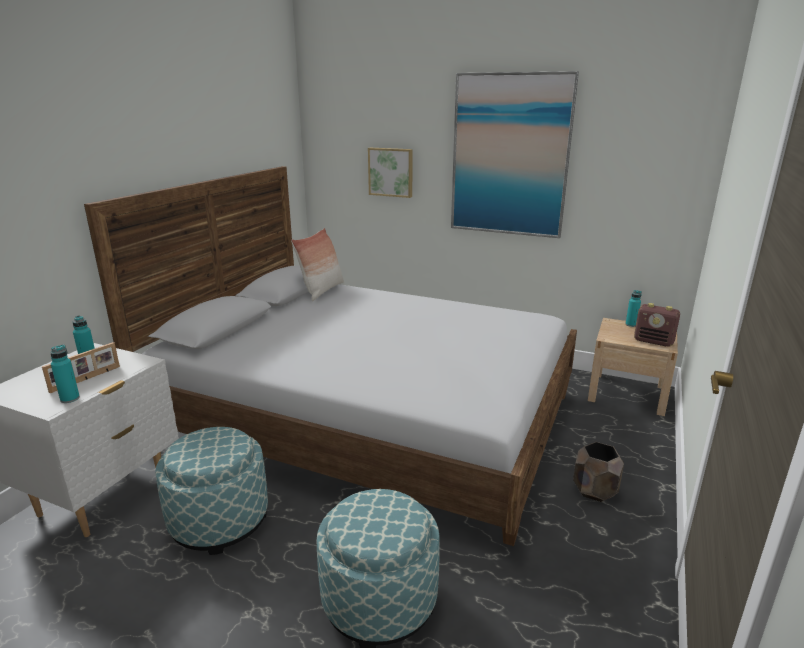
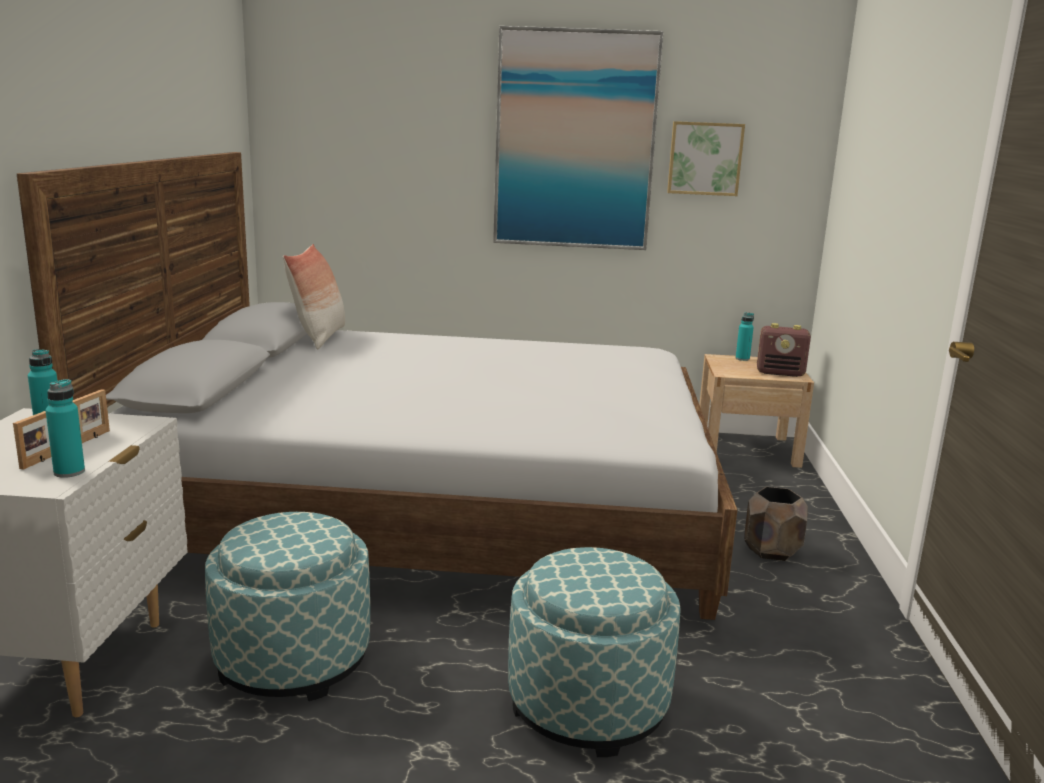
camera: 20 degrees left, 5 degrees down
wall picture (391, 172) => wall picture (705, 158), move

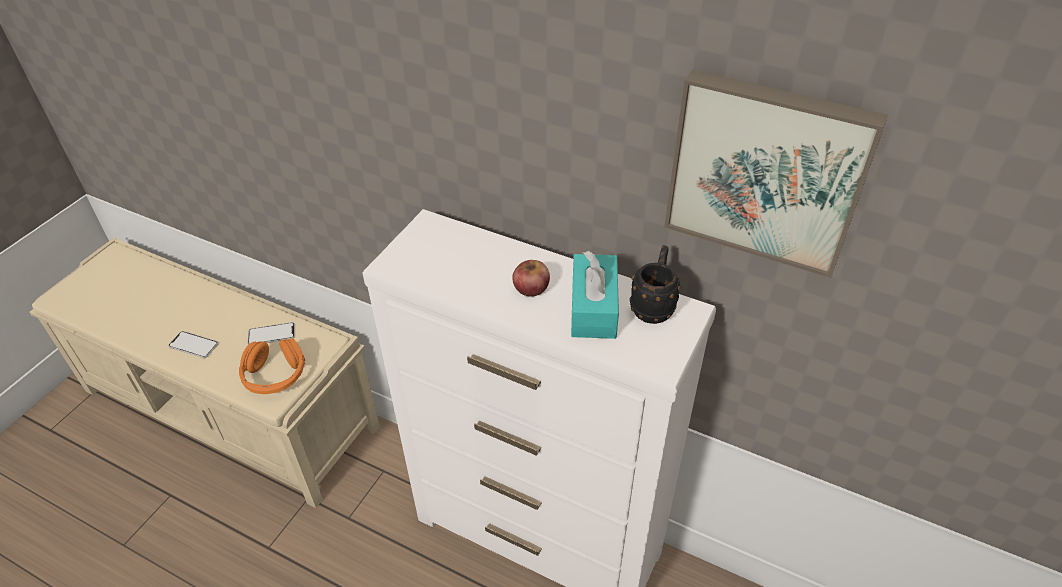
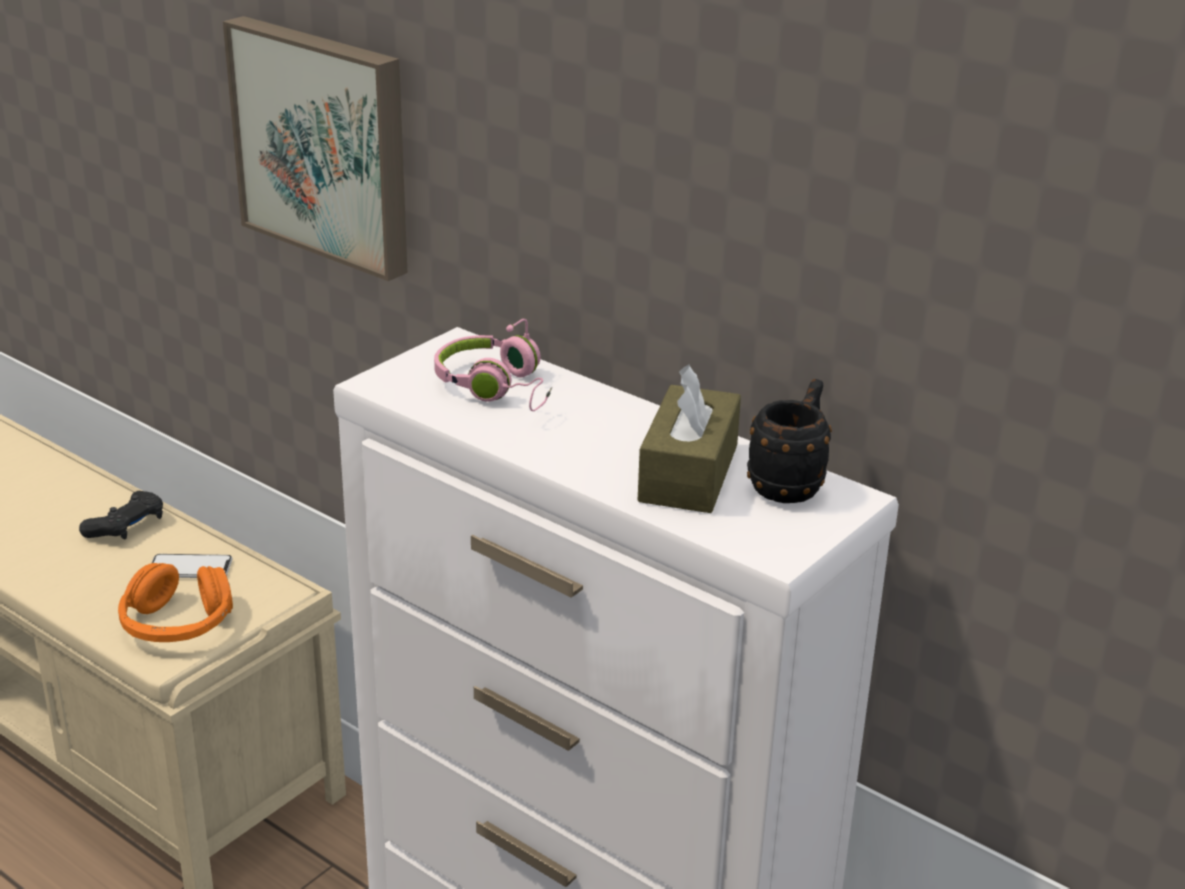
camera: 10 degrees right, 15 degrees down
phone (193, 345) => nothing
apple (531, 287) => nothing
box of tissues/turquoise (593, 308) => box of tissues/brown-coloured (688, 473)
wall picture (767, 171) => wall picture (325, 144), move
nothing => joypad/black-coloured (126, 526)
nothing => pair of headphones/pink-coloured (498, 388)

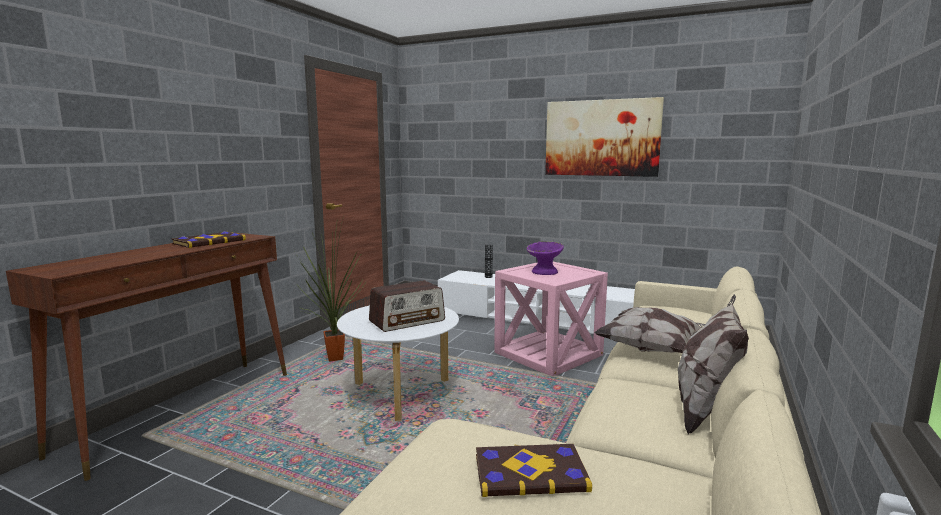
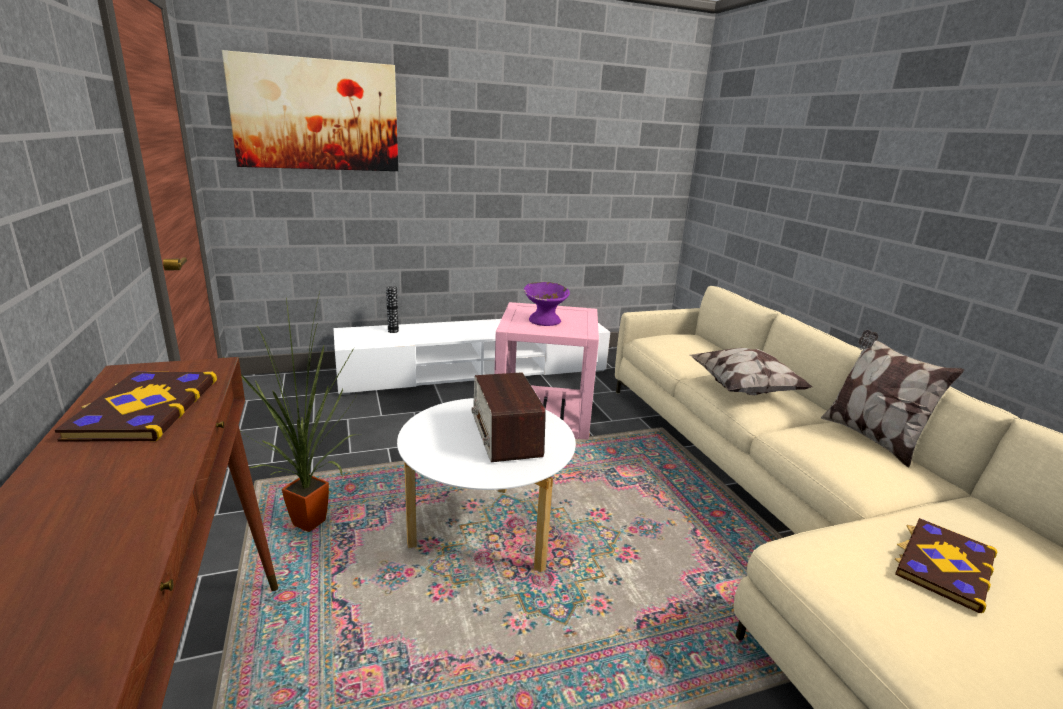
camera: 45 degrees left, 10 degrees up
radio receiver (407, 321) => radio receiver (506, 436), 150 degrees clockwise
wall picture (601, 138) => wall picture (316, 115), move

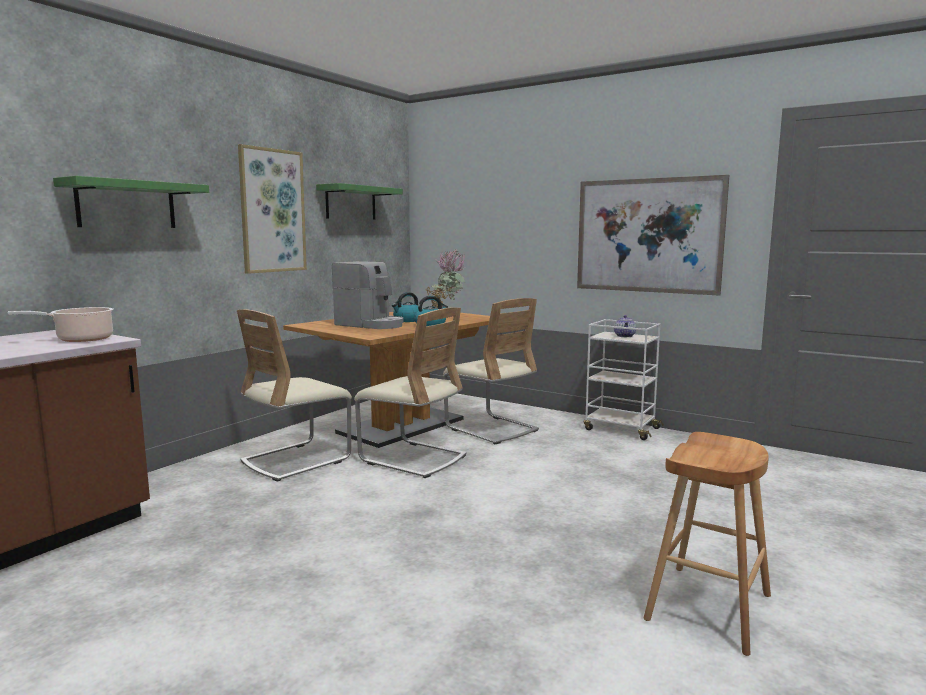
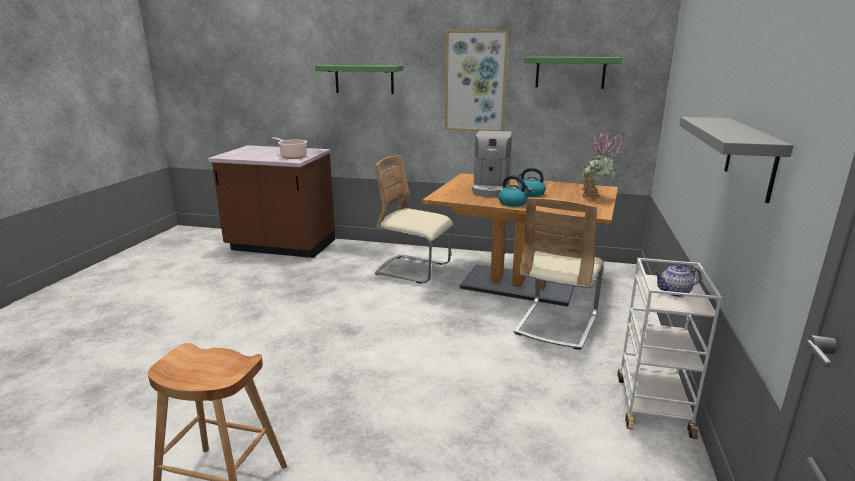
camera: 70 degrees right, 10 degrees up
chair/sand-coloured (412, 458) => nothing
wall picture (647, 235) => wall shelf/grey (750, 157)

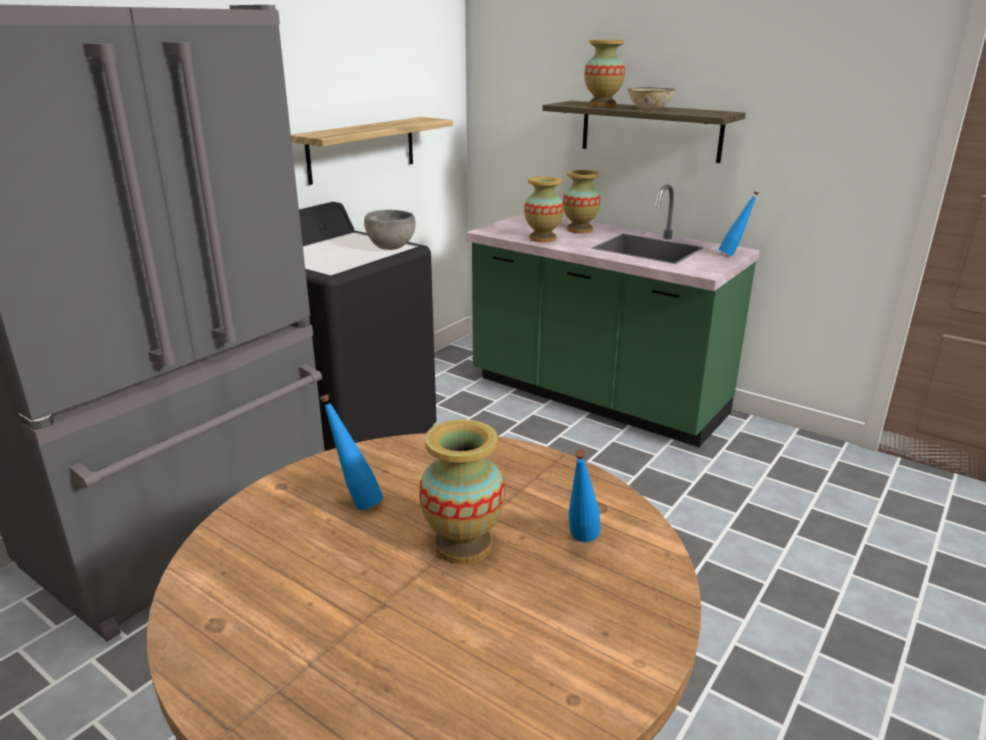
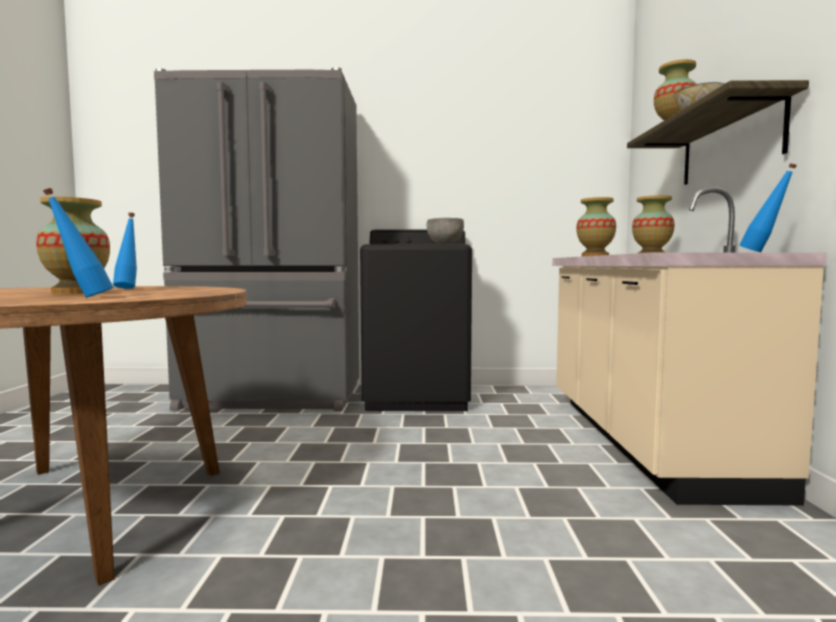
camera: 55 degrees right, 20 degrees down
wall shelf (362, 149) => nothing
counter/green-coloured (596, 398) => counter/sand-coloured (643, 440)

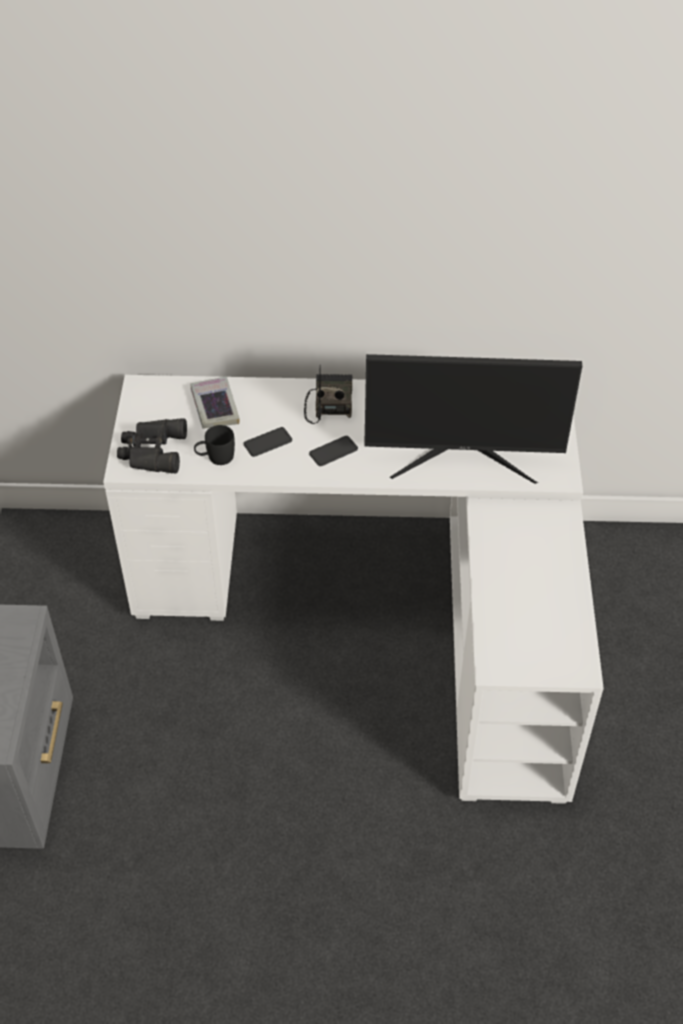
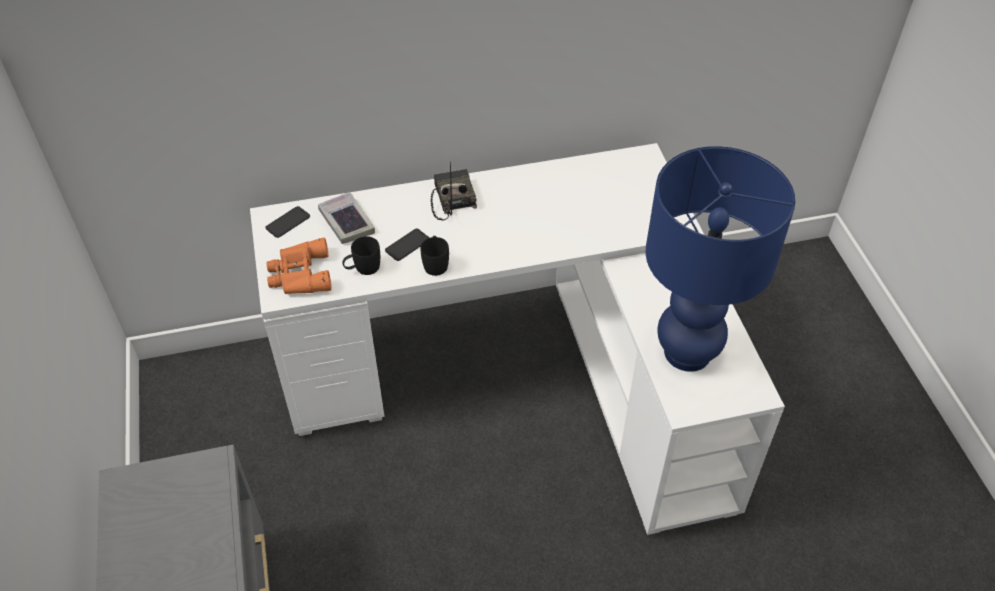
camera: 15 degrees left, 0 degrees up
binoculars/black-coloured (151, 451) => binoculars/orange (299, 275)
phone (333, 451) => phone (288, 222), move
computer screen (463, 457) => nothing
nothing => coffee mug/black-coloured (435, 263)
nothing => lamp for a table/blue-coloured (686, 353)

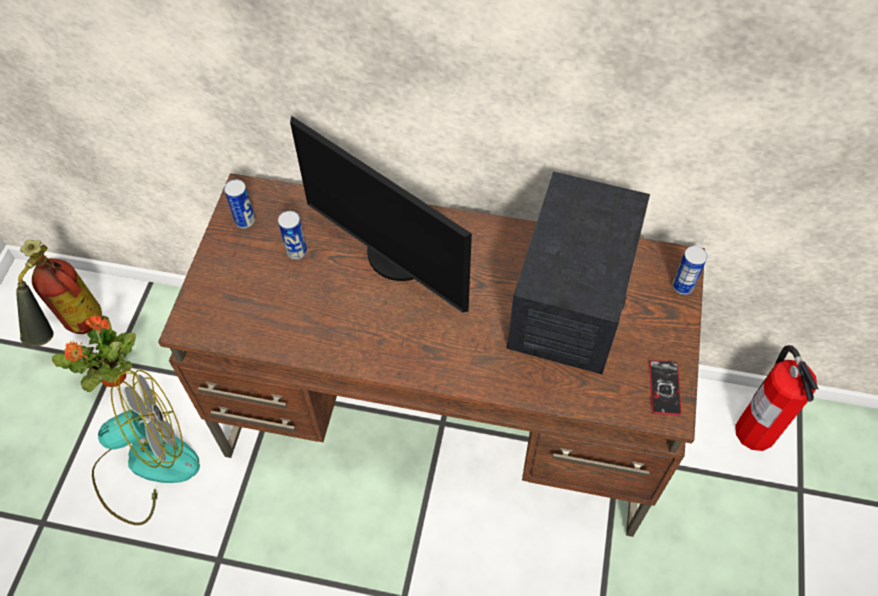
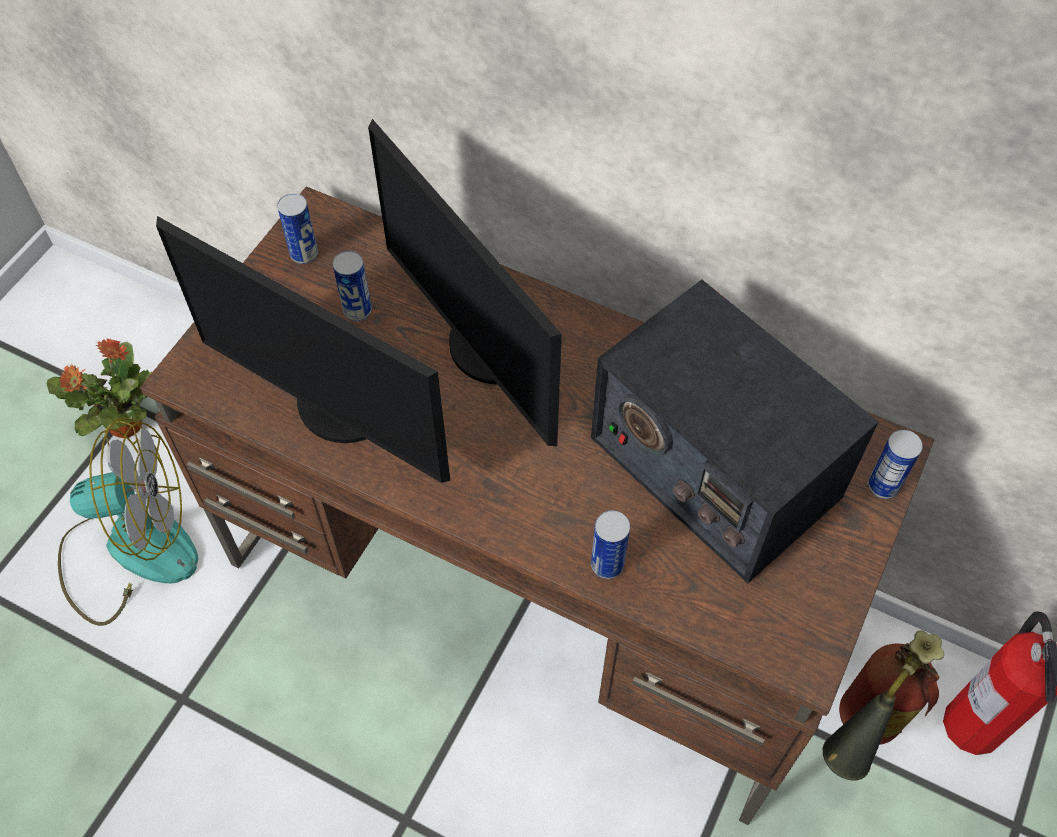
camera: 15 degrees right, 0 degrees up
fire extinguisher (75, 333) => fire extinguisher (854, 739), move
radio receiver (571, 300) => radio receiver (713, 466), 105 degrees clockwise
phone (664, 388) => nothing
nothing => computer screen (342, 408)
nothing => metal can (607, 565)

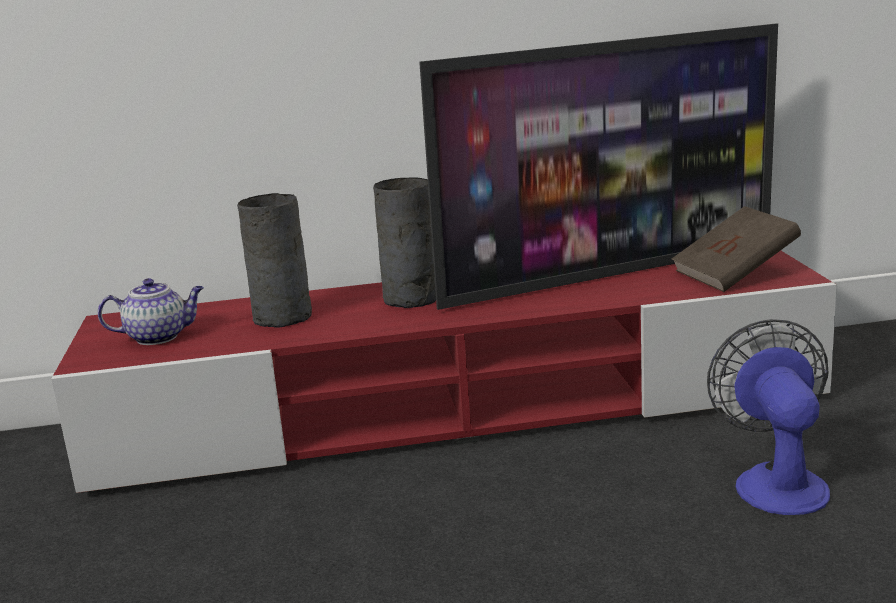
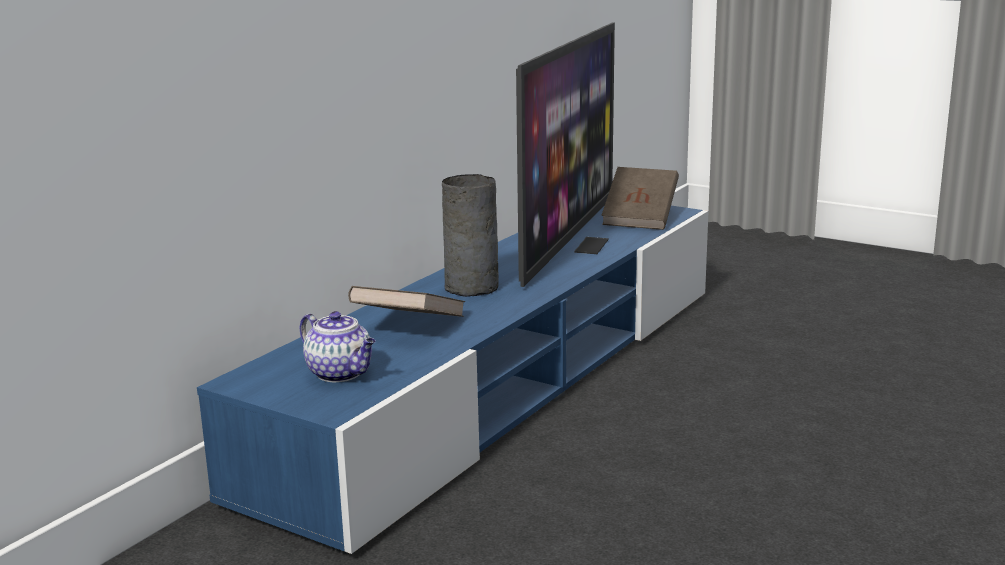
camera: 50 degrees left, 0 degrees up
tv stand/red-coloured (458, 411) => tv stand/blue-coloured (505, 384)
pot for tea (159, 337) => pot for tea (341, 373), 105 degrees clockwise
vase/grey (284, 317) => bound book/brown-coloured (409, 328)
cooling fan (775, 481) => nothing
nothing => phone (591, 246)

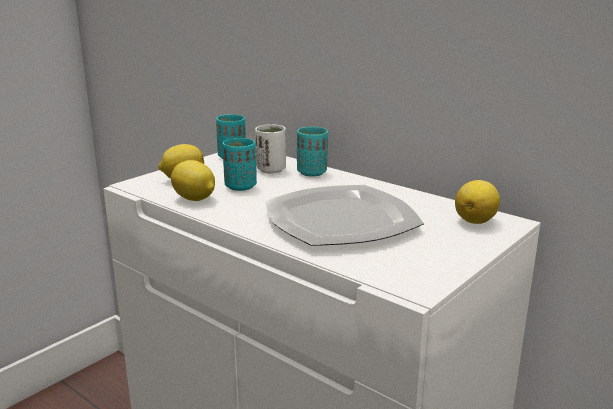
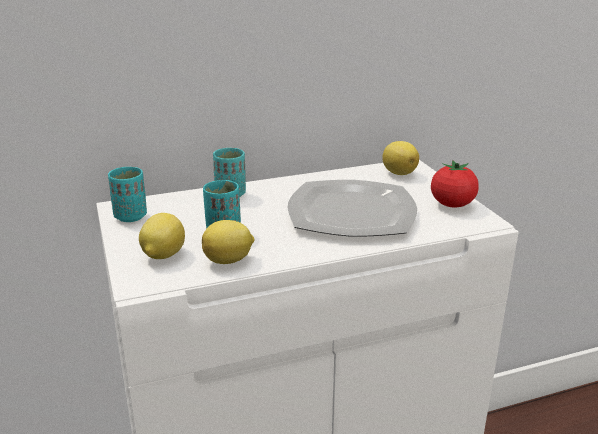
camera: 60 degrees left, 5 degrees up
cup/white (271, 170) => nothing
nothing => whole tomato (452, 205)

